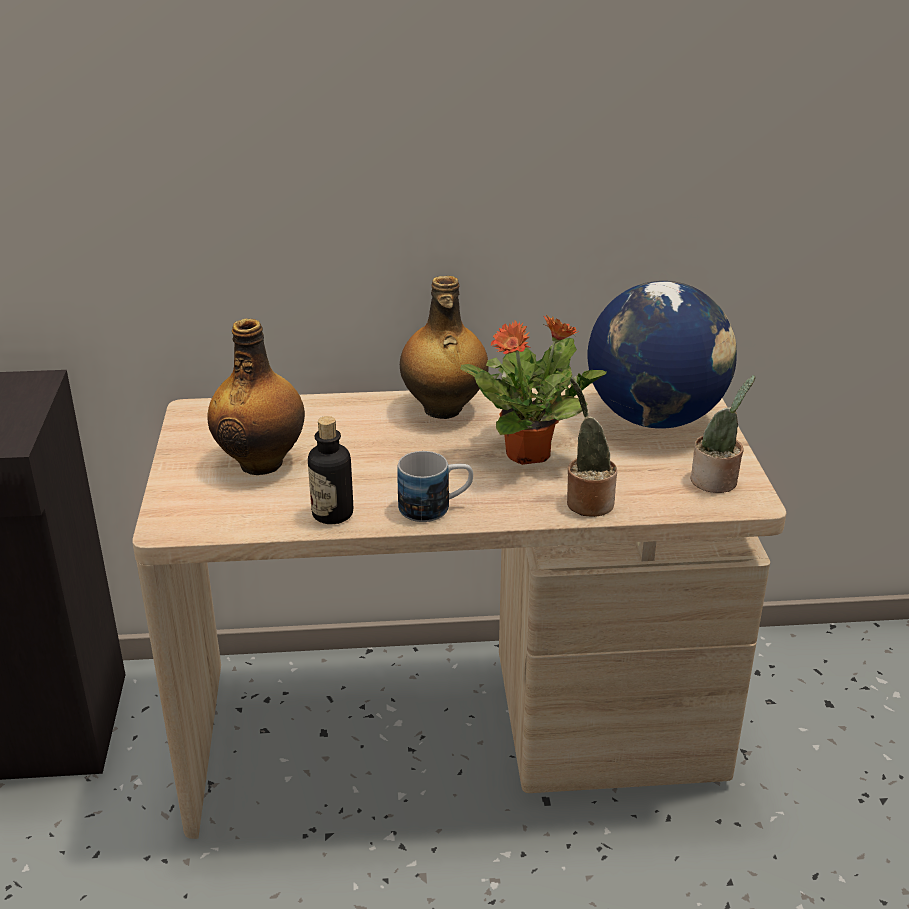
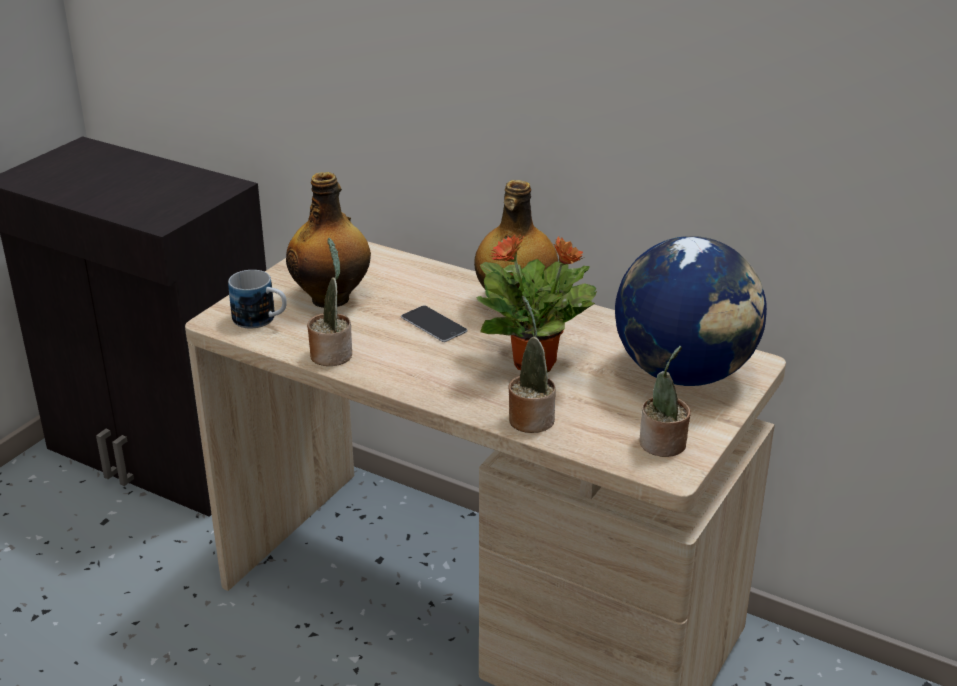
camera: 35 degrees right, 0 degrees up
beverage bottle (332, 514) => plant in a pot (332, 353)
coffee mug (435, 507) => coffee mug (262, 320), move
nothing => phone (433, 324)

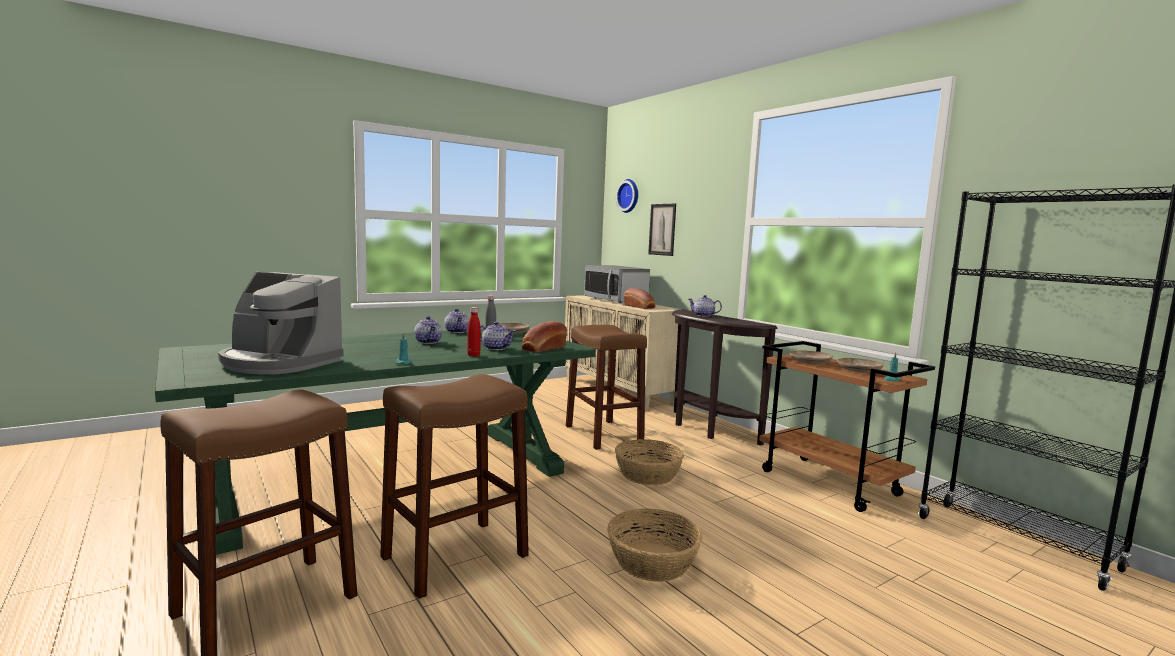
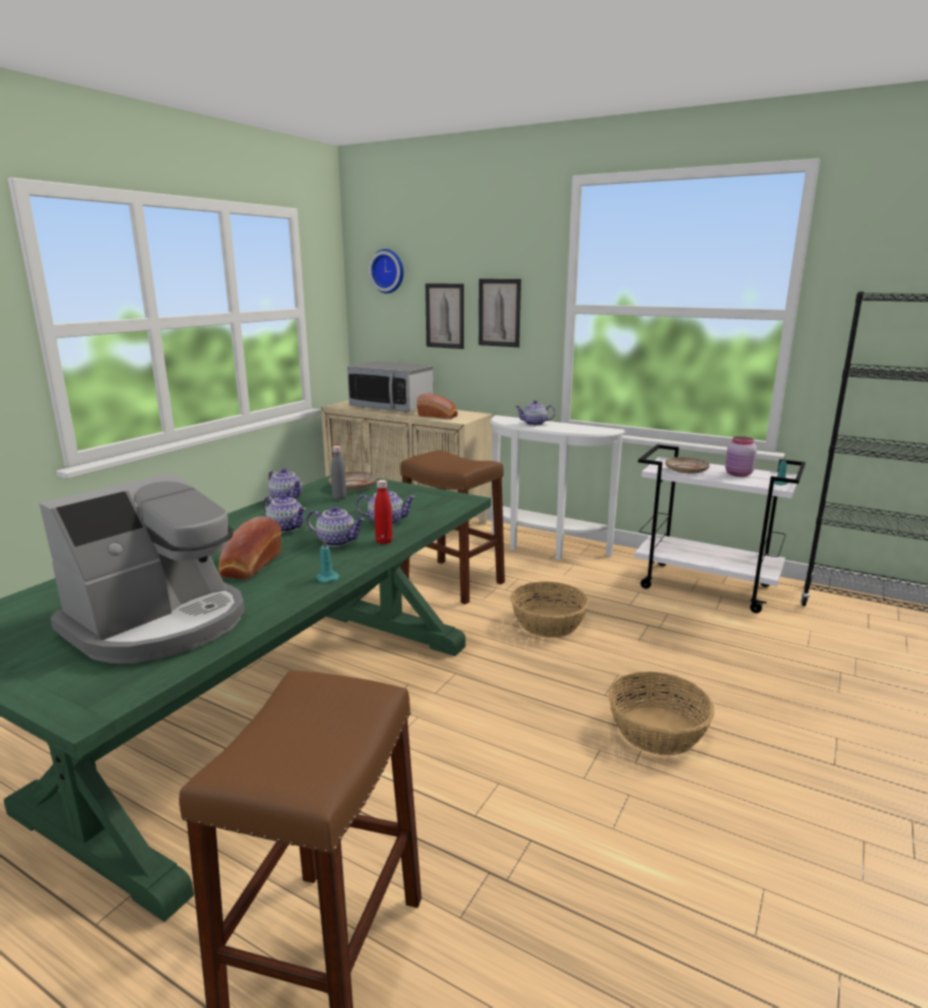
camera: 25 degrees left, 10 degrees up
coffee brewer (279, 363) => coffee brewer (159, 624), 45 degrees counterclockwise
stool seat/brown-coloured (454, 556) => nothing
baked bread (543, 349) => baked bread (250, 565), move
narrow table/brown-coloured (705, 429) => narrow table/white (543, 548)
trolley/brown-coloured (831, 483) => trolley/white (706, 586)
flat dish/sand-coloured (859, 370) => preserve jar/pink-coloured (738, 474)
nothing => pot for tea (337, 541)
nothing => wall picture (499, 313)

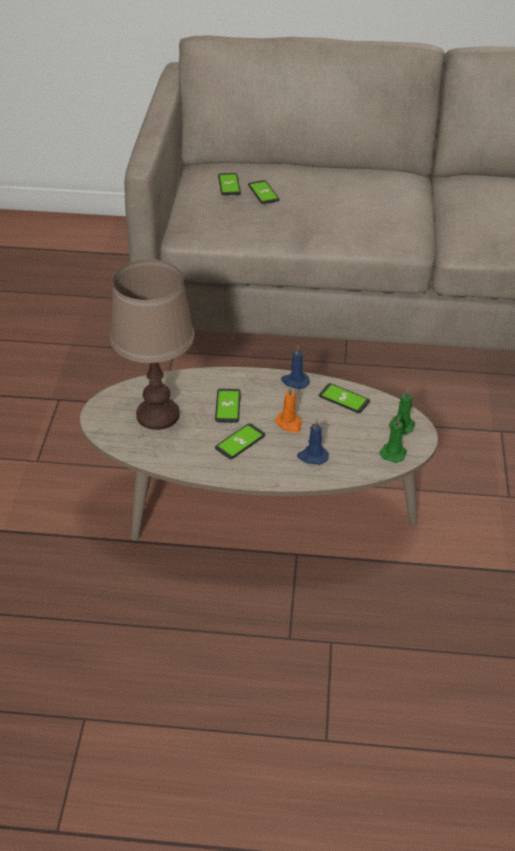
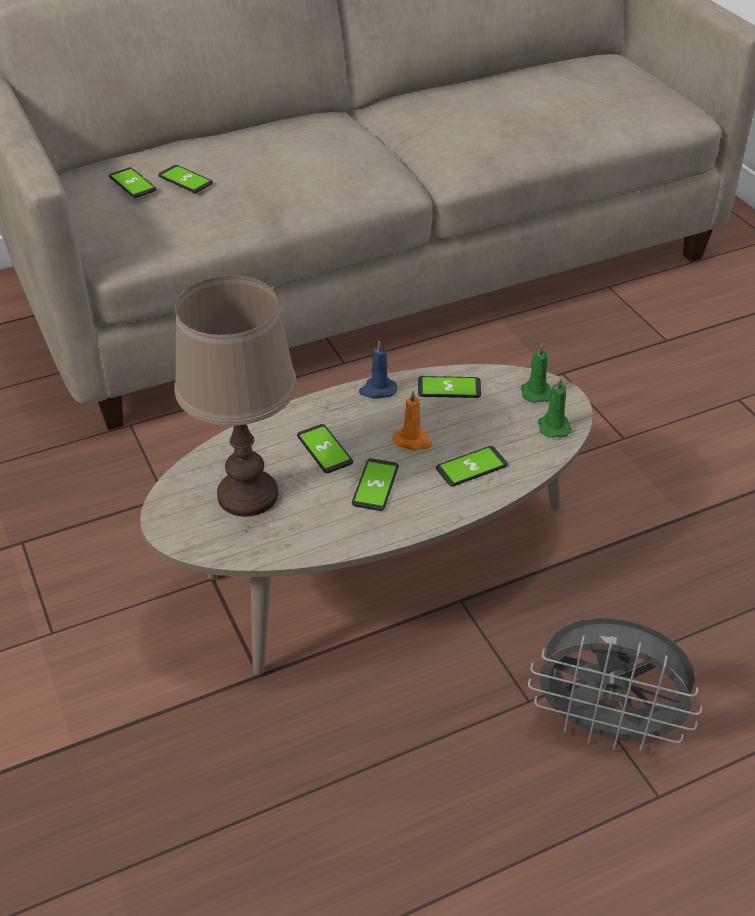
camera: 30 degrees left, 0 degrees up
candle/blue-coloured (312, 456) => phone (471, 467)
nothing => cooling fan/grey (605, 727)

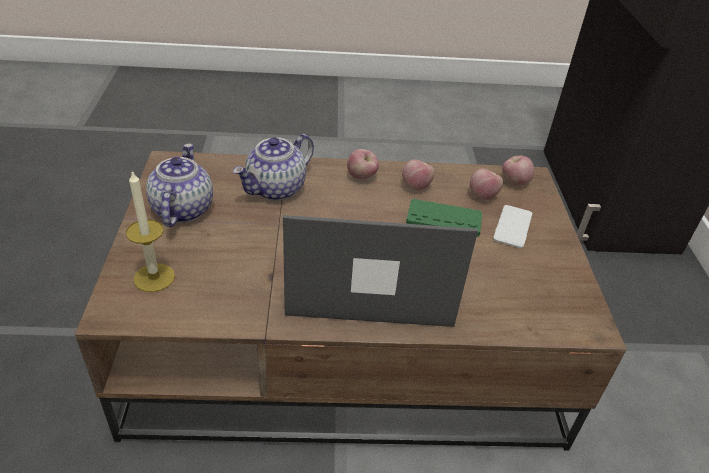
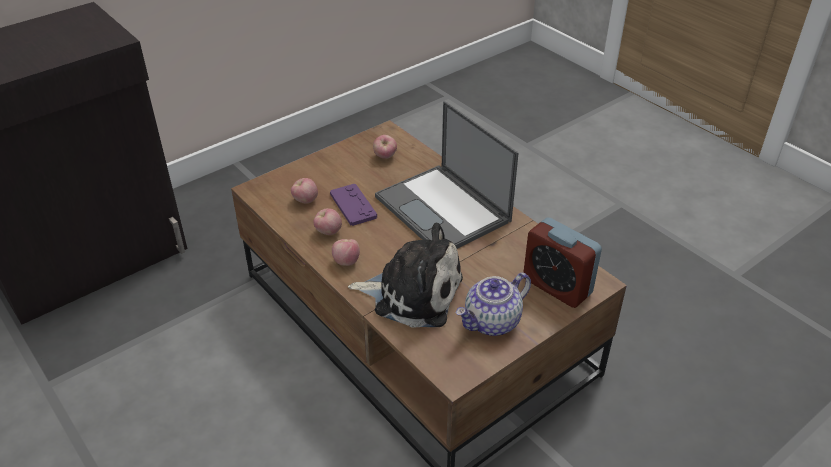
camera: 125 degrees left, 0 degrees up
candle (154, 277) => table clock (557, 286)
pot for tea (276, 189) => cuddly toy (412, 293)
joypad/green-coloured (444, 219) => joypad/purple (353, 205)
phone (512, 227) => nothing
apple (514, 182) => apple (385, 157), move

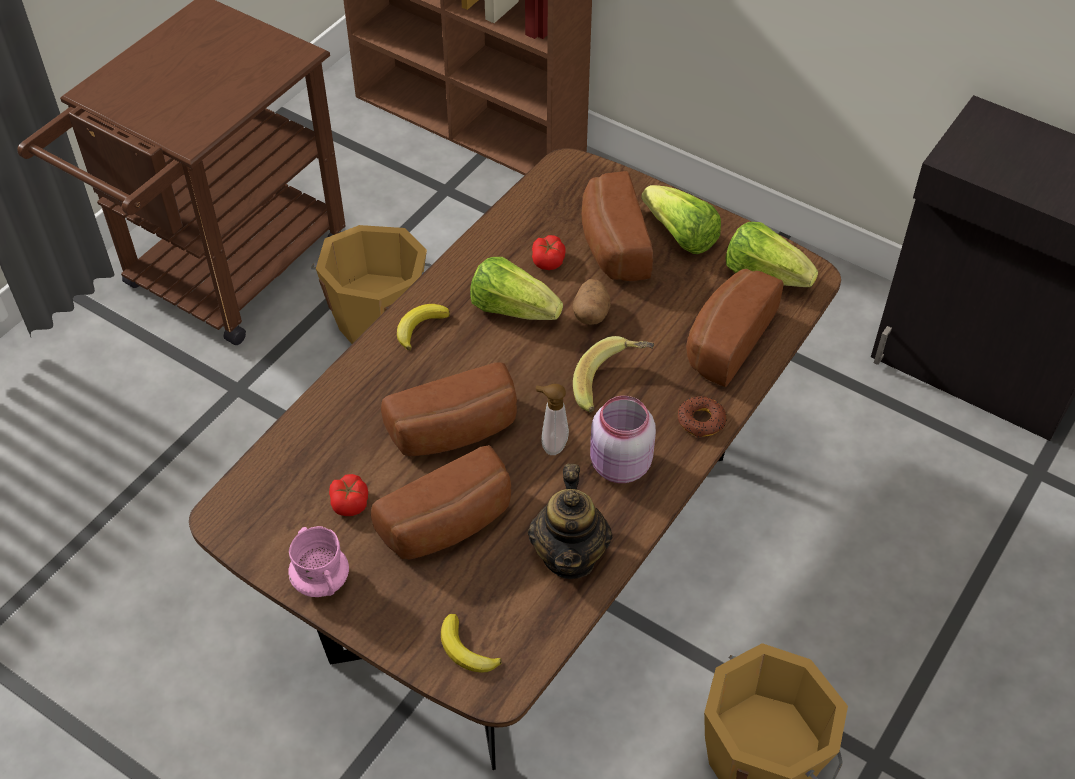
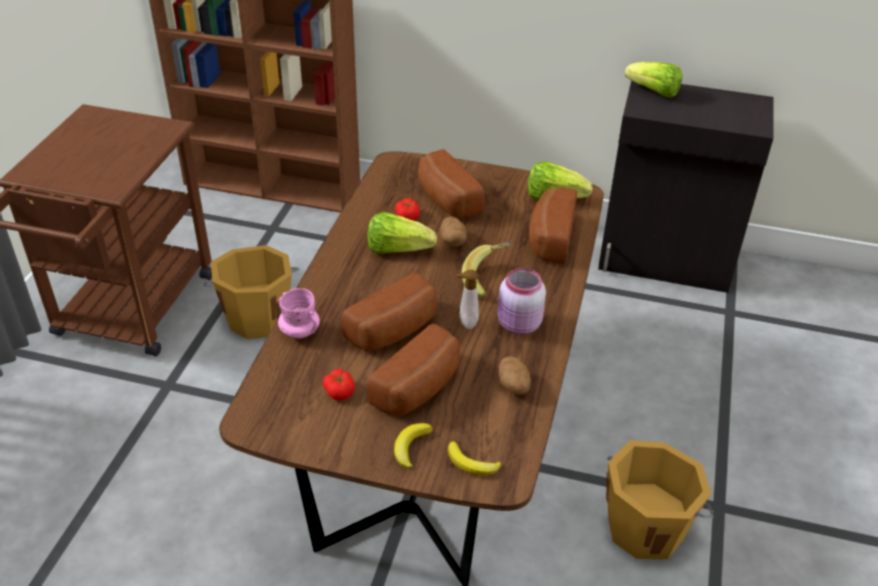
camera: 20 degrees left, 10 degrees down
coffee mug/pink-coloured (320, 580) => coffee mug/pink-coloured (299, 331), move
banana (420, 327) => banana (410, 446), move
pot for tea (570, 555) => spud (514, 386)
lettuce (680, 236) => lettuce (653, 92), move
ring doughnut (701, 421) => nothing

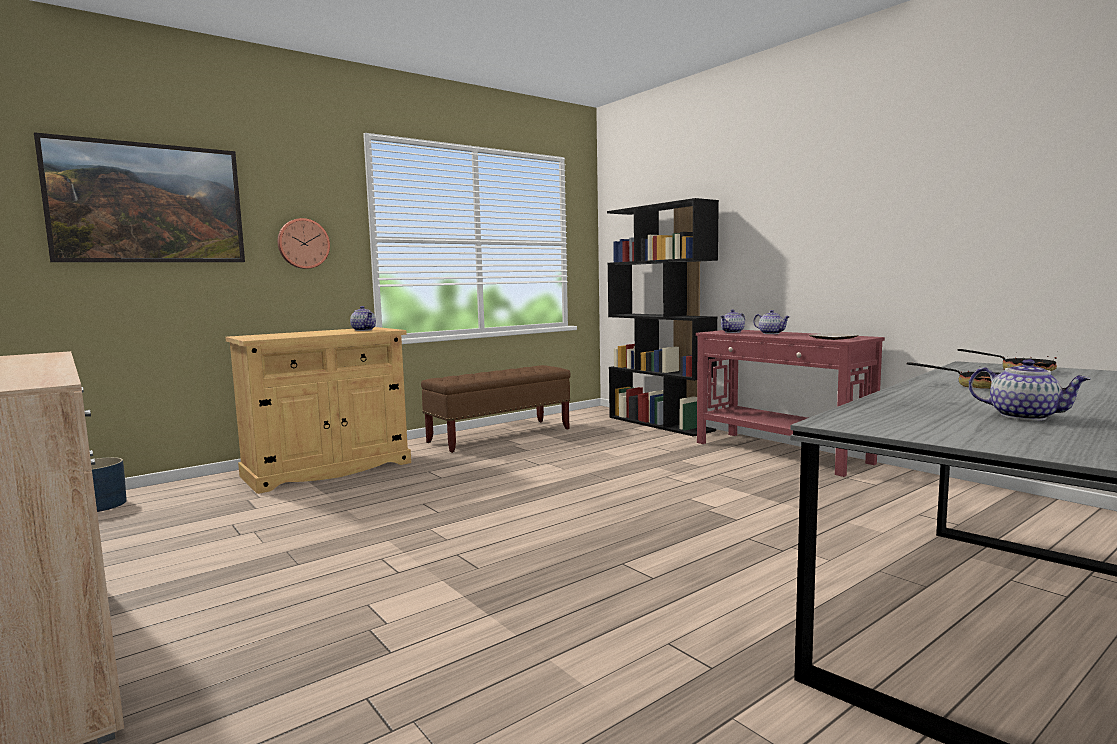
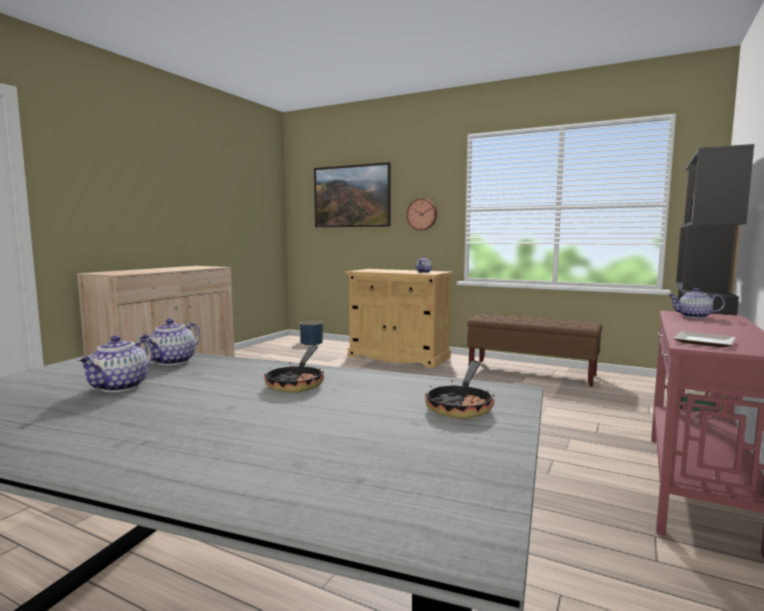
camera: 65 degrees right, 0 degrees up
pot for tea (771, 333) => pot for tea (173, 362), move

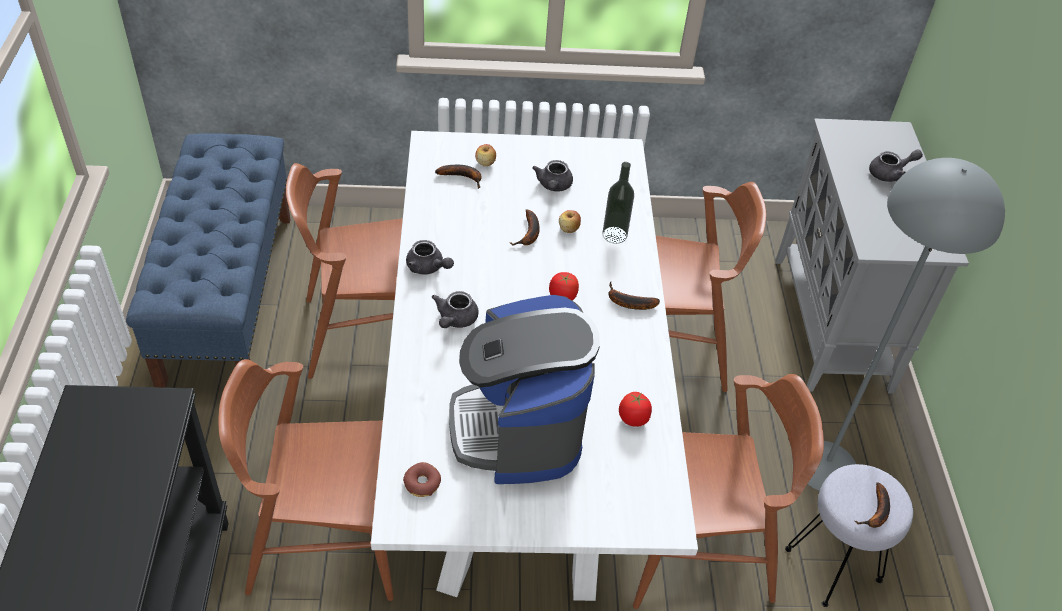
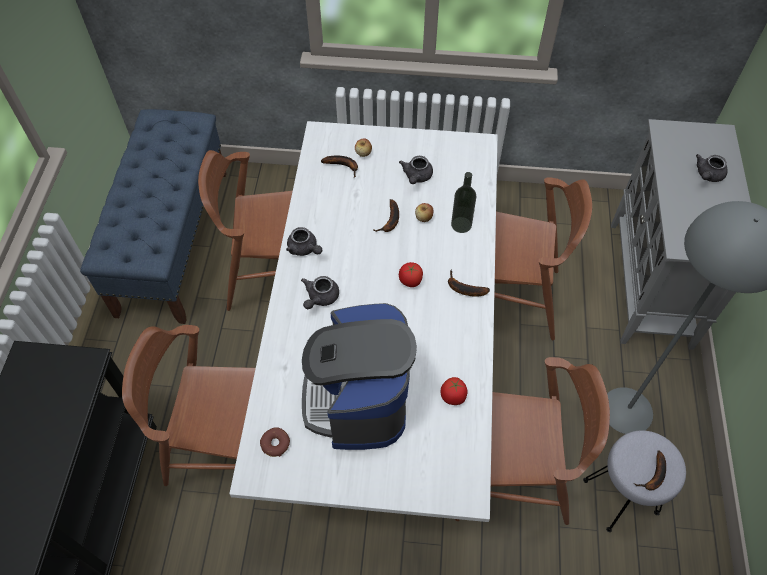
camera: 10 degrees right, 10 degrees up
pot for tea/grey (890, 173) => pot for tea/grey (707, 175), 135 degrees clockwise

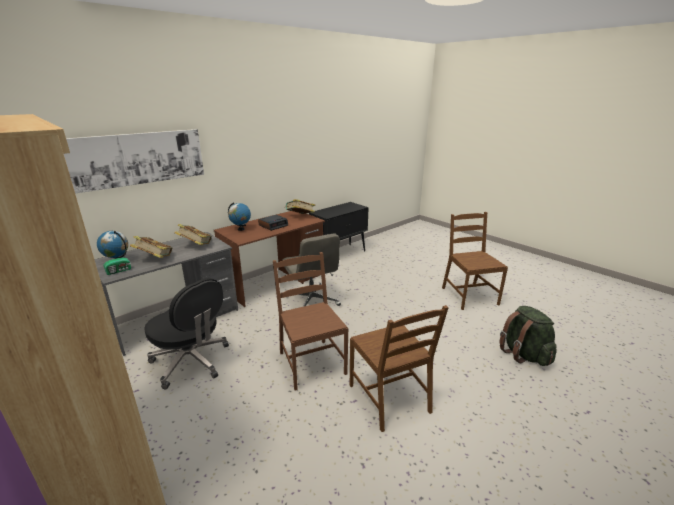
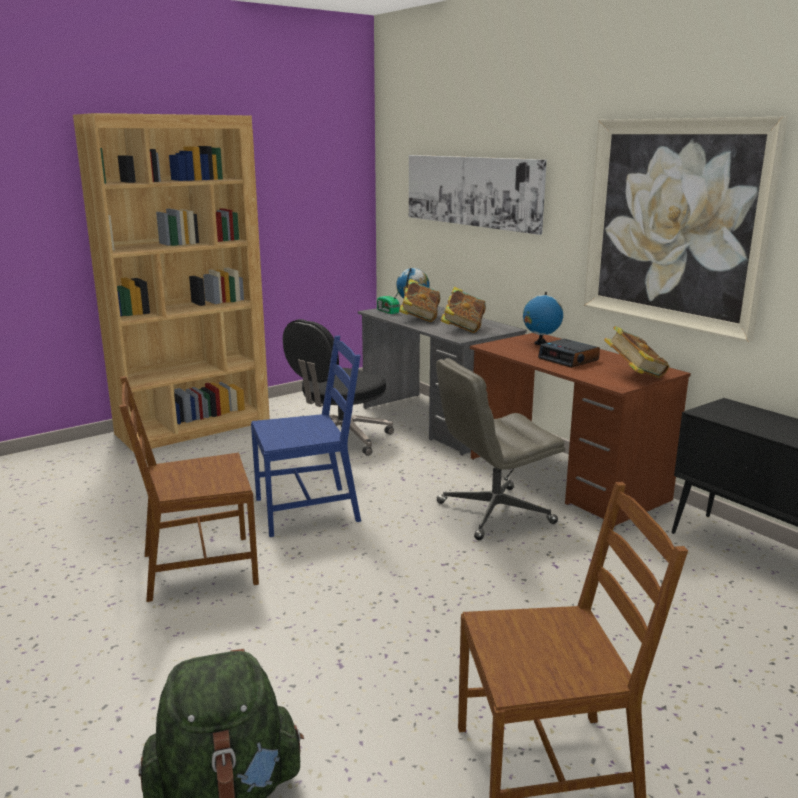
camera: 95 degrees right, 5 degrees down
chair/brown-coloured (311, 363) => chair/blue-coloured (308, 510)
nothing => wall picture (674, 224)

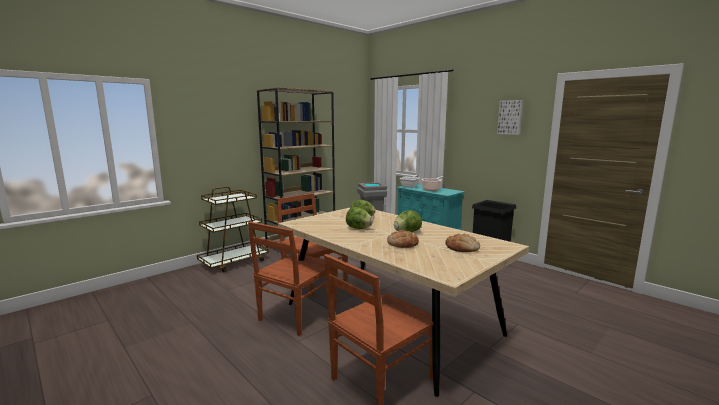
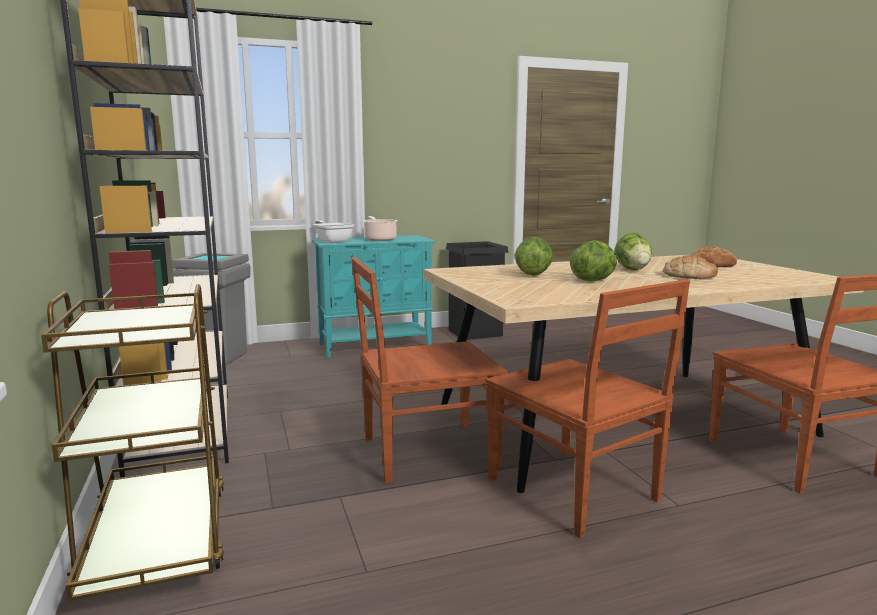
camera: 65 degrees left, 0 degrees up
wall picture (510, 117) => nothing

